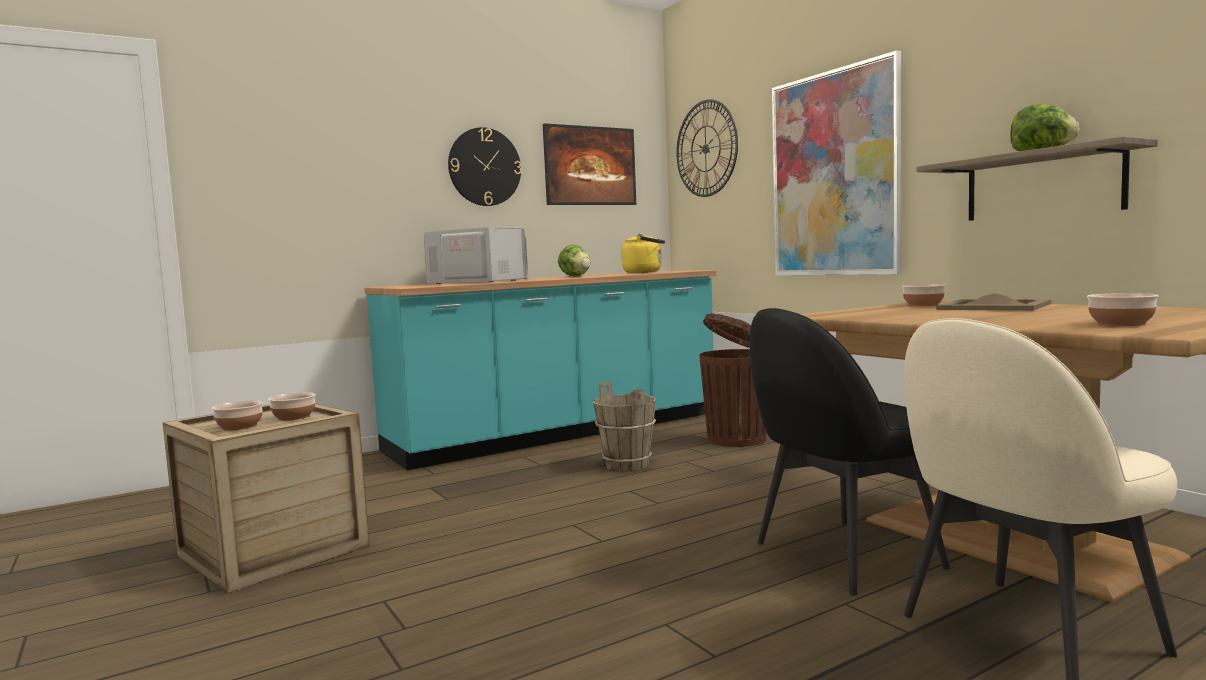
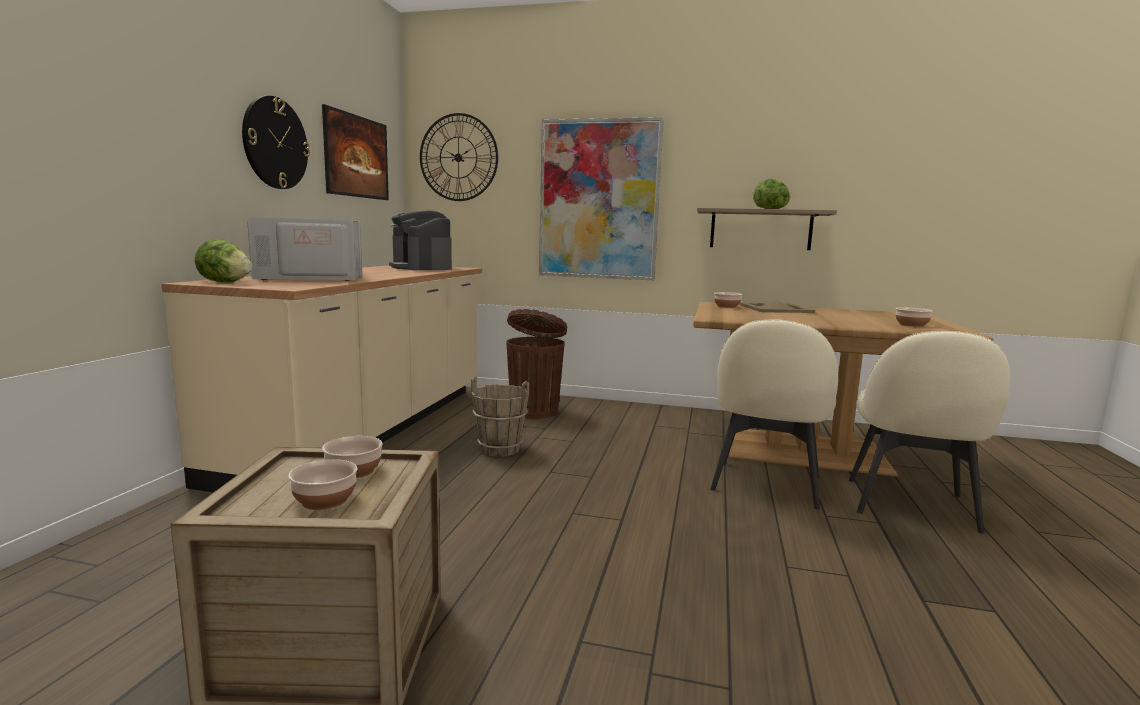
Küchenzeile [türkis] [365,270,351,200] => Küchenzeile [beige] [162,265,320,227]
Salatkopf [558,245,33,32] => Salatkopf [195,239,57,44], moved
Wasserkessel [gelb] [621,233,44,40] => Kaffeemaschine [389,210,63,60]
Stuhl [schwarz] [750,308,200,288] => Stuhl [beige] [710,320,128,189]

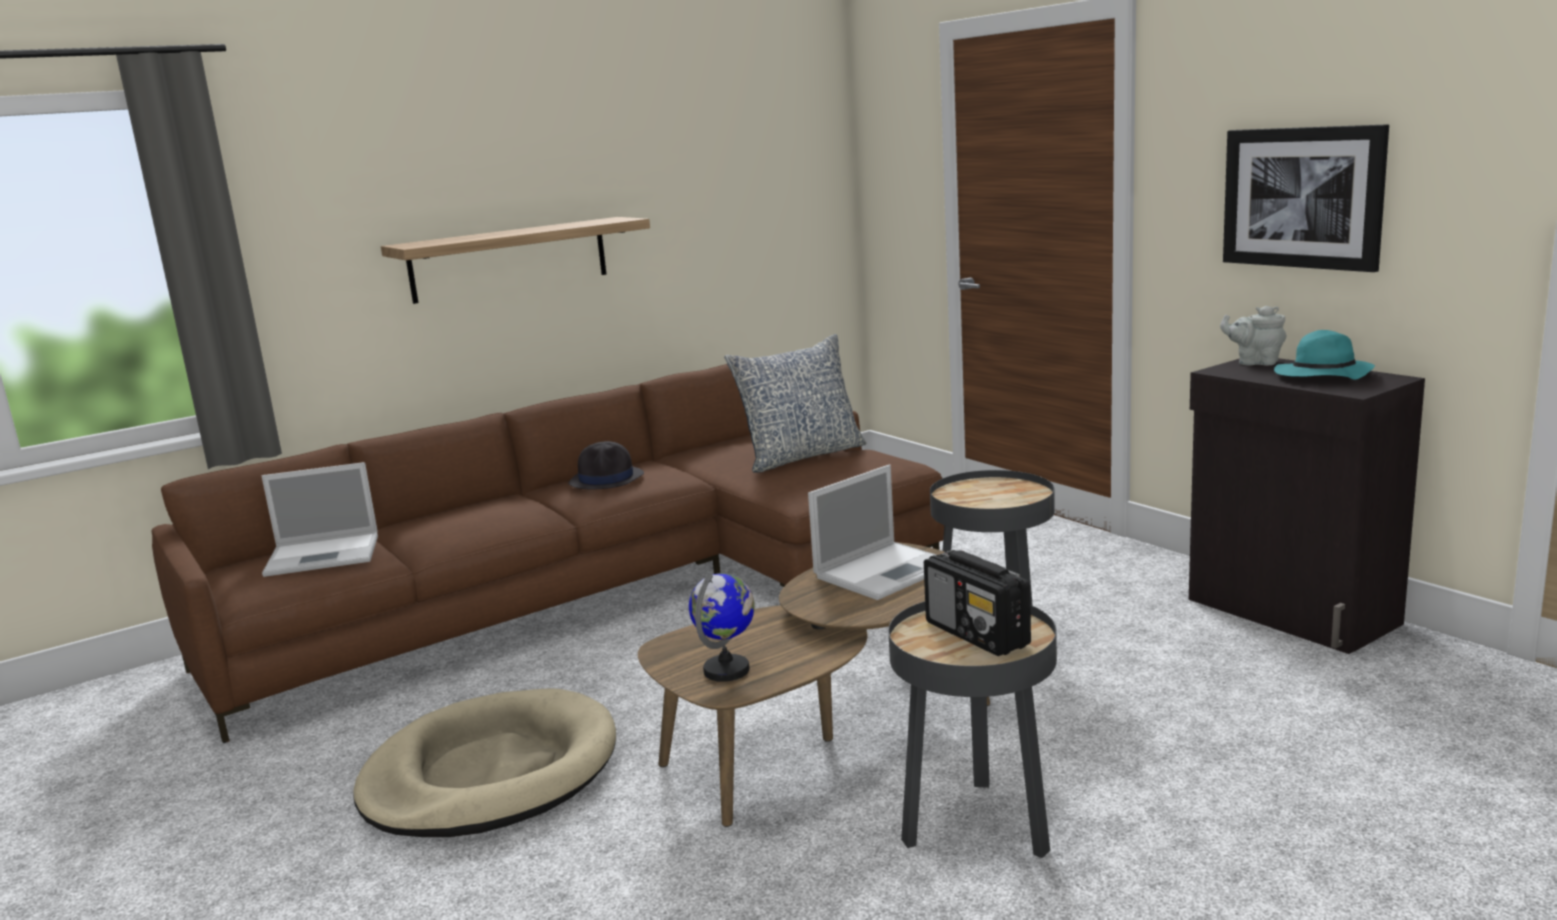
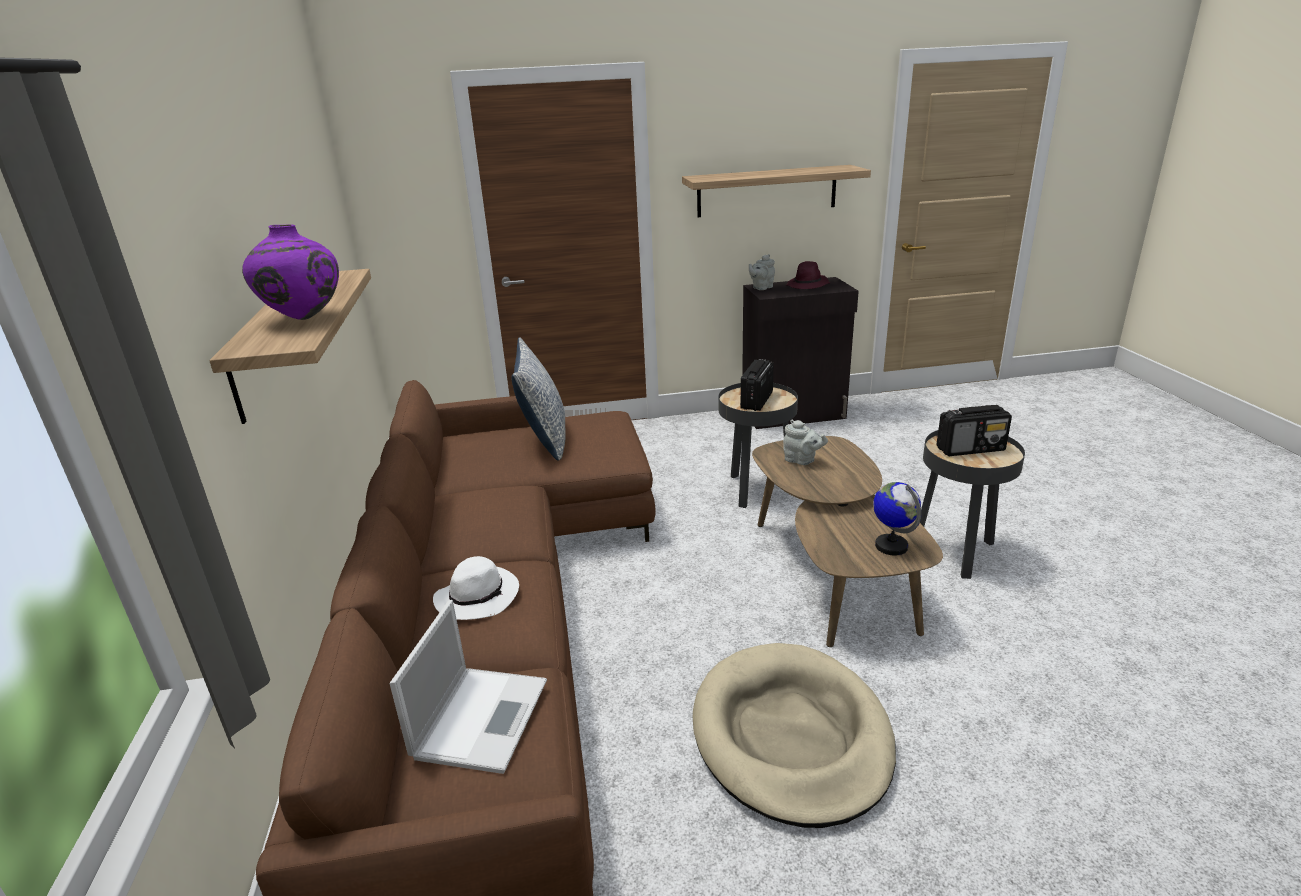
nothing => Vase [lila] [242,224,97,96]
nothing => Hut [weiß] [433,556,86,64]
Bild [1223,124,166,148] => Wandregal [682,165,189,52]
nothing => Radio [740,359,34,52]
Laptop [808,465,128,135] => Teekanne [grau] [783,420,45,45]
Hut [türkis] [1274,330,101,50] => Hut [lila] [786,261,44,28]
Hut [schwarz] [568,441,76,48] => nothing

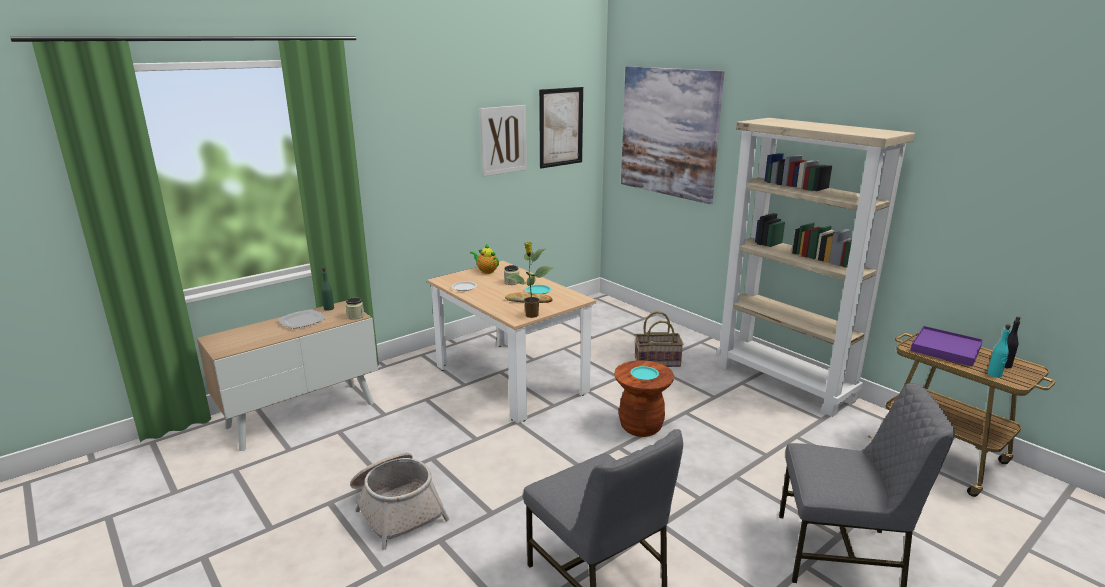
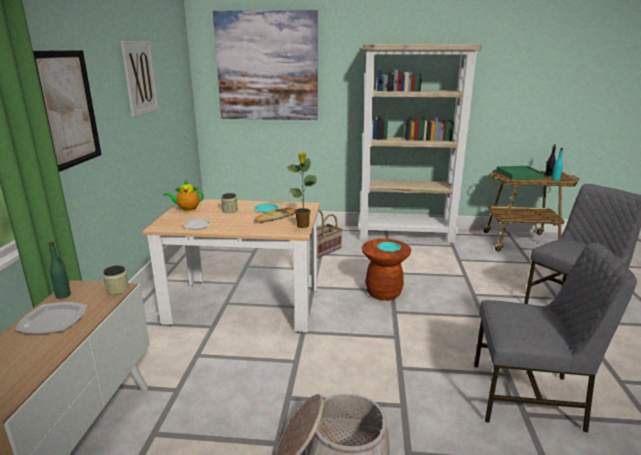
Bild [539,87,44,81] => Bild [33,50,69,122], moved
Tablett [lila] [910,326,73,41] => Tablett [grün] [496,166,49,14]

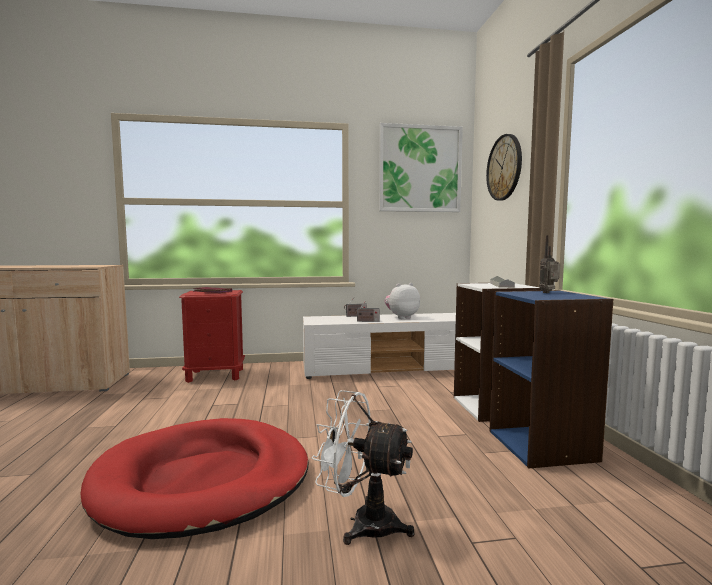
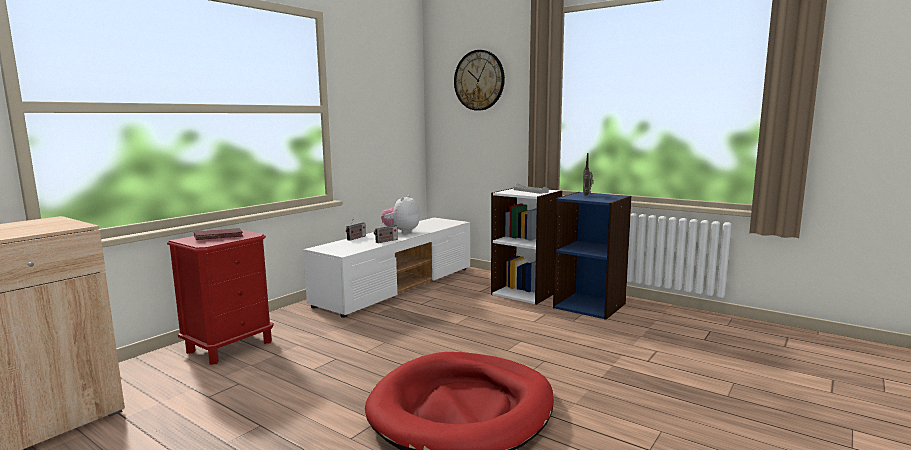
Ventilator [weiß] [312,390,102,155] => nothing
Bild [379,123,84,89] => nothing

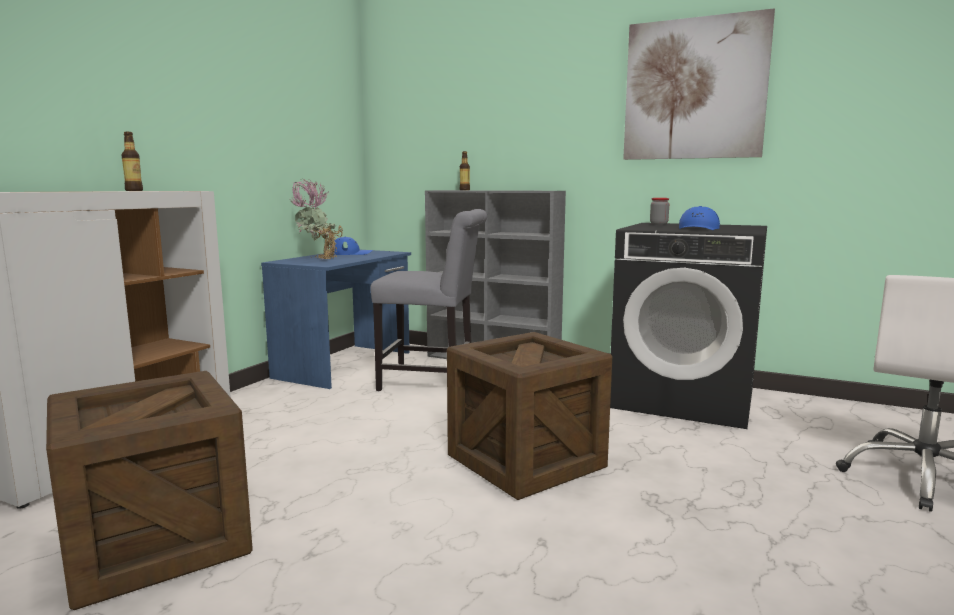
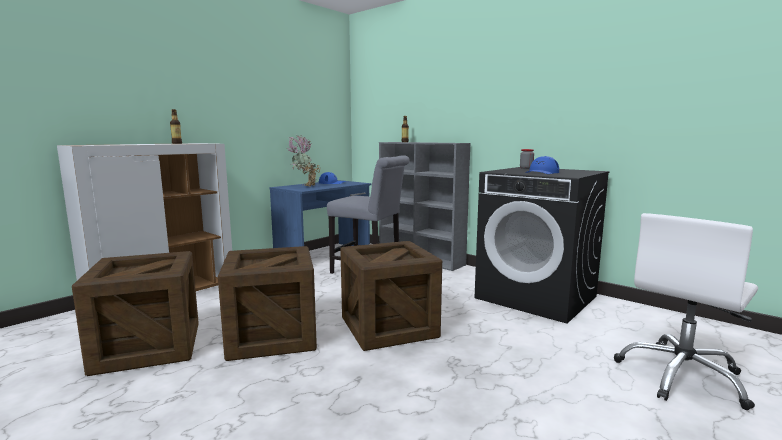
nothing => Kiste [218,246,99,115]
Bild [623,8,152,152] => nothing

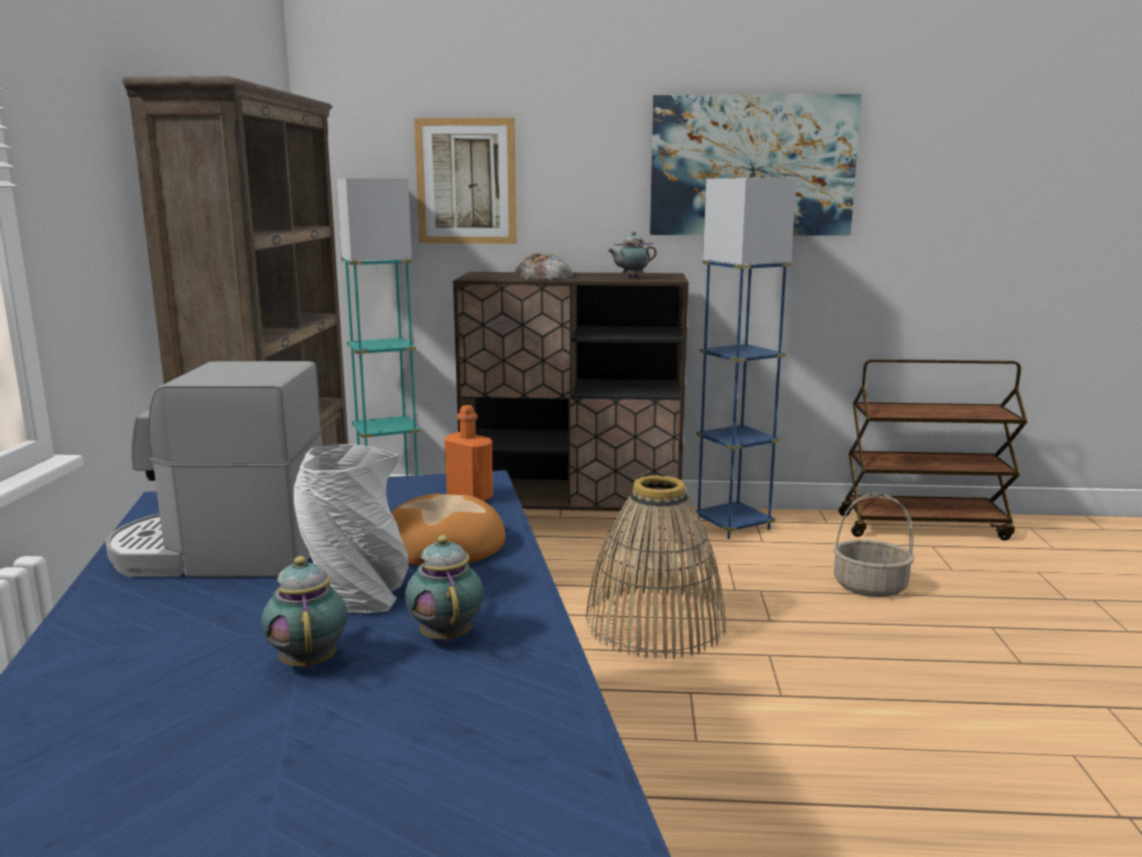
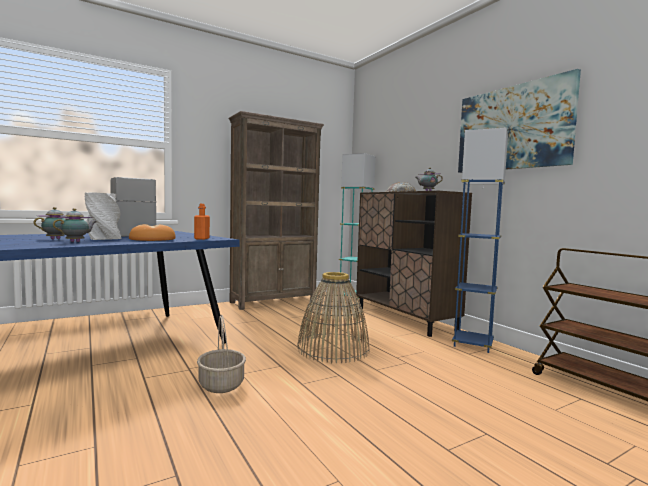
Korb [833,493,81,104] => Korb [197,315,49,78], moved
Bild [414,118,103,126] => nothing

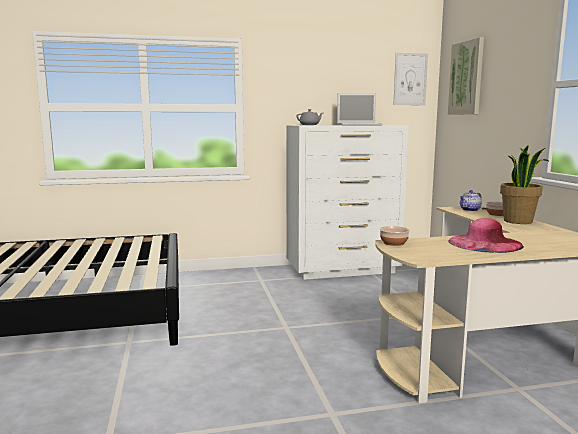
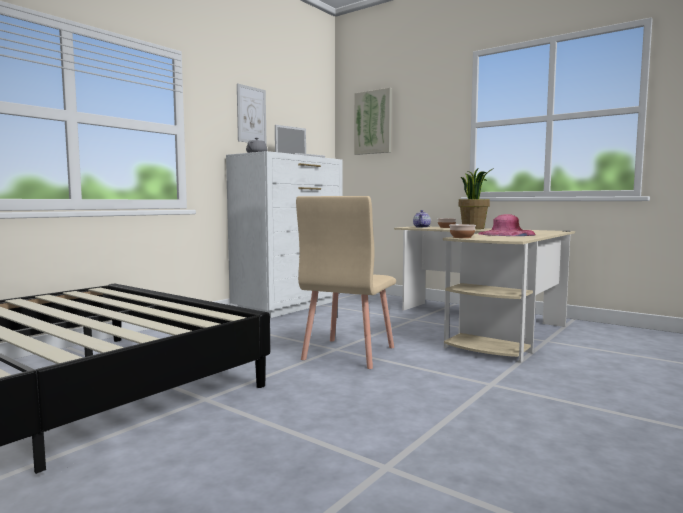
Bild [394,53,34,52] => Bild [237,83,30,62], moved
nothing => Stuhl [beige] [296,196,100,173]

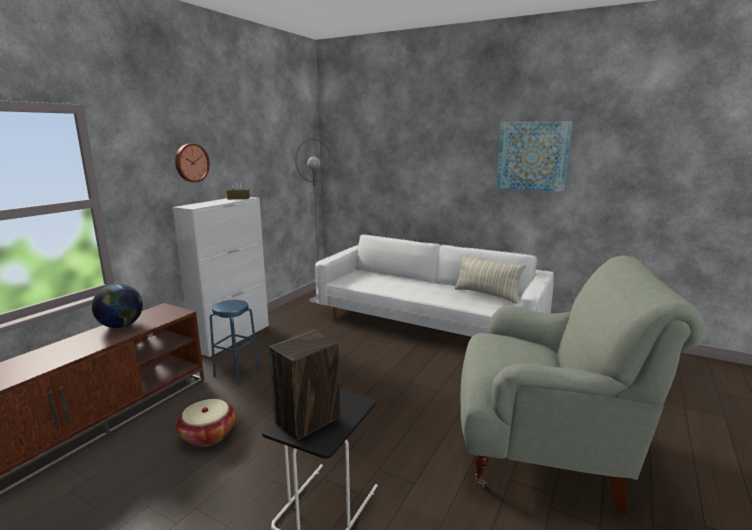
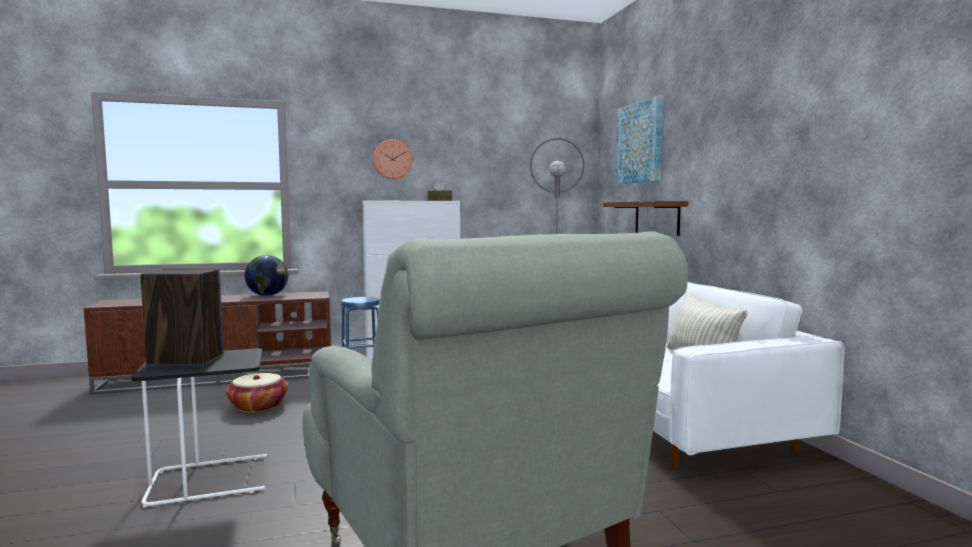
nothing => Wandregal [braun] [603,201,86,35]
Bild [496,121,76,71] => Bild [615,95,49,89], moved

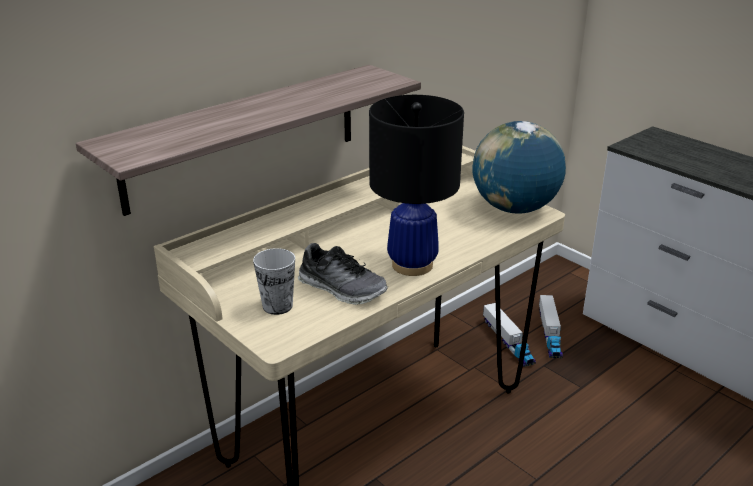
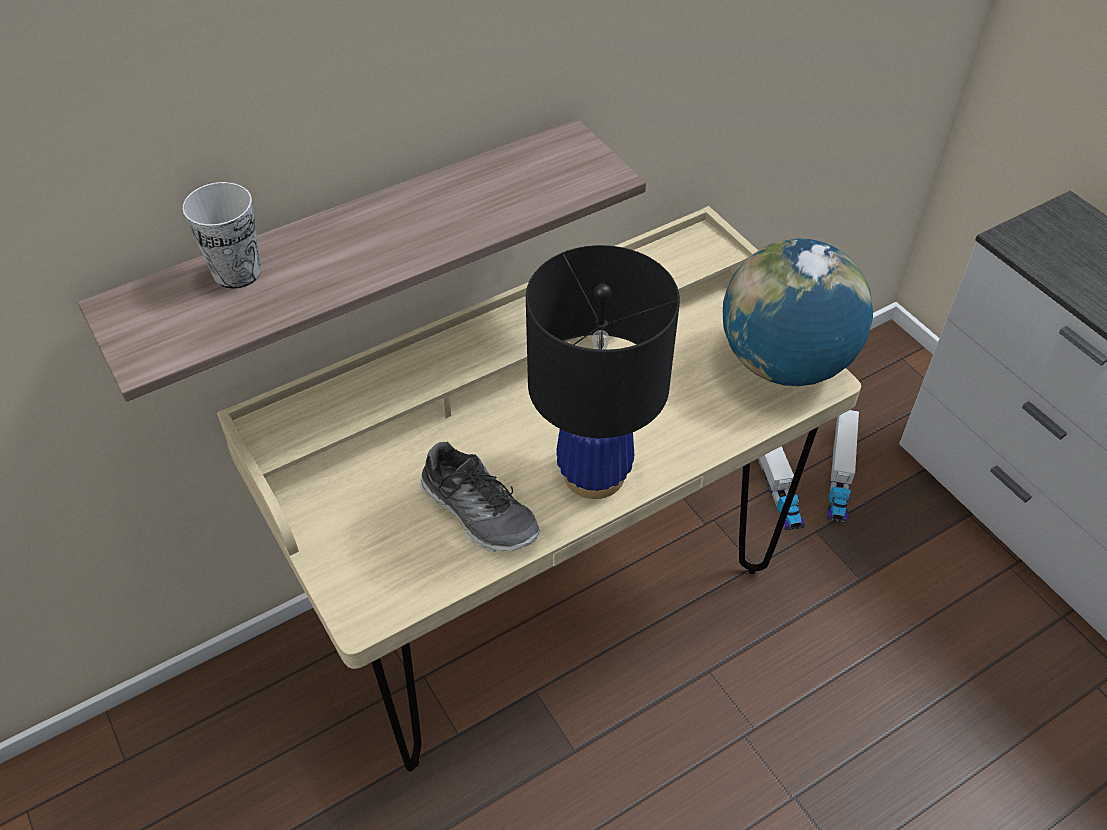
Tasse [253,248,42,67] => Tasse [182,182,79,107], moved

